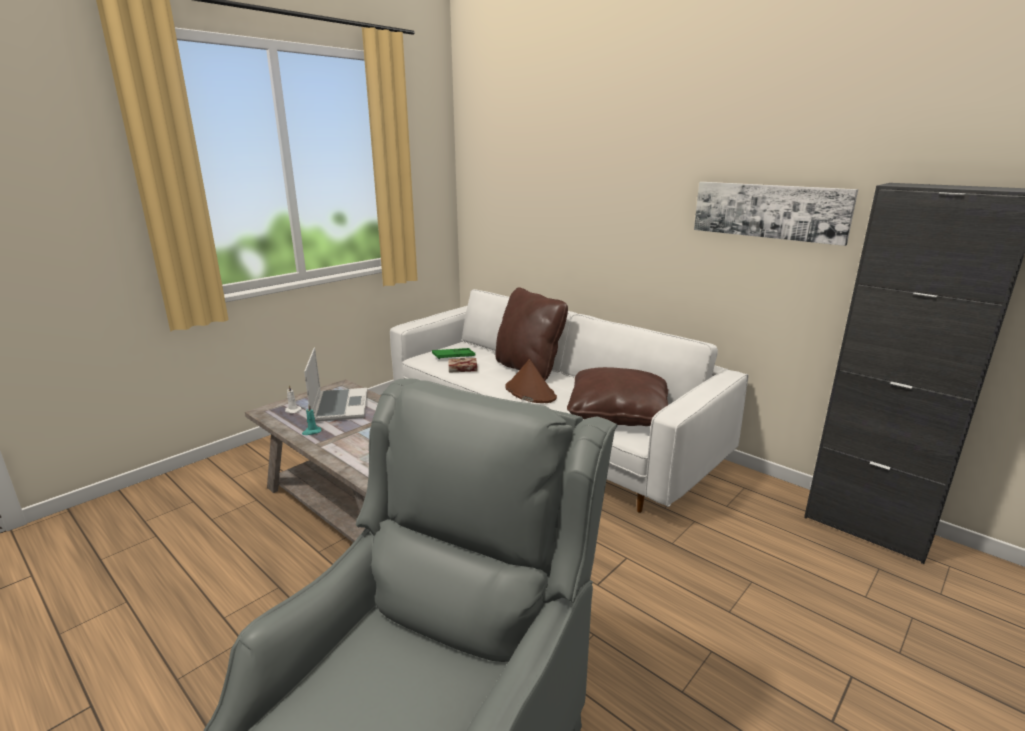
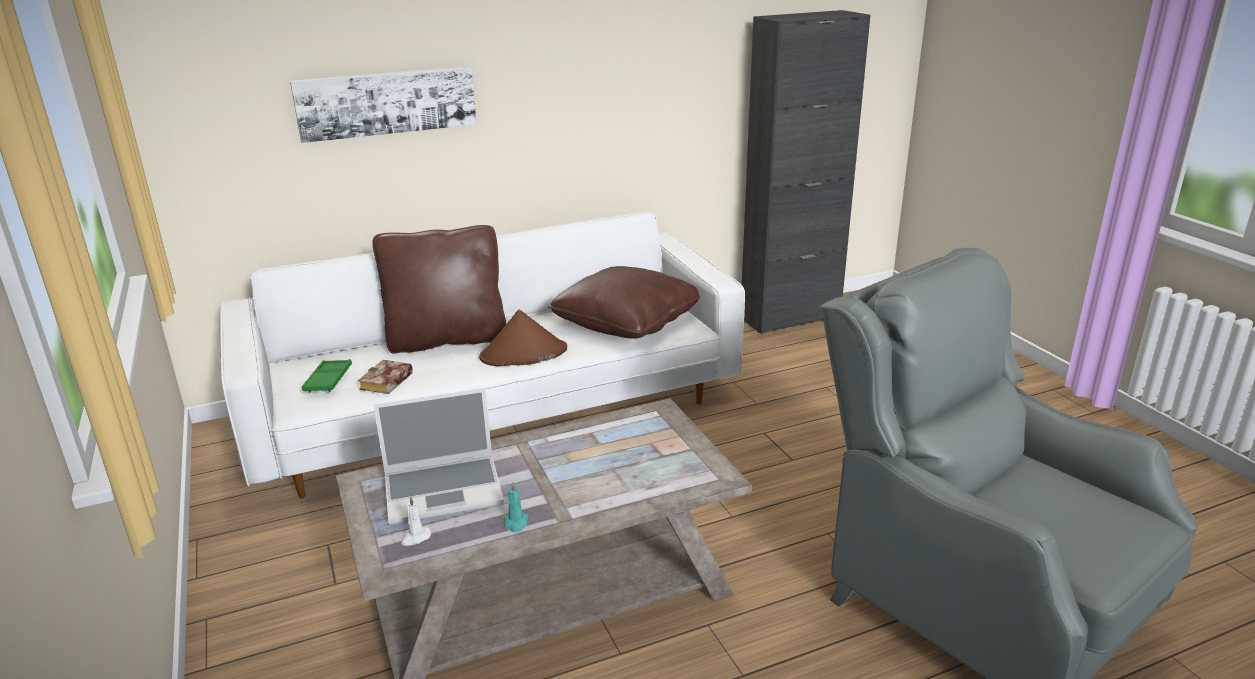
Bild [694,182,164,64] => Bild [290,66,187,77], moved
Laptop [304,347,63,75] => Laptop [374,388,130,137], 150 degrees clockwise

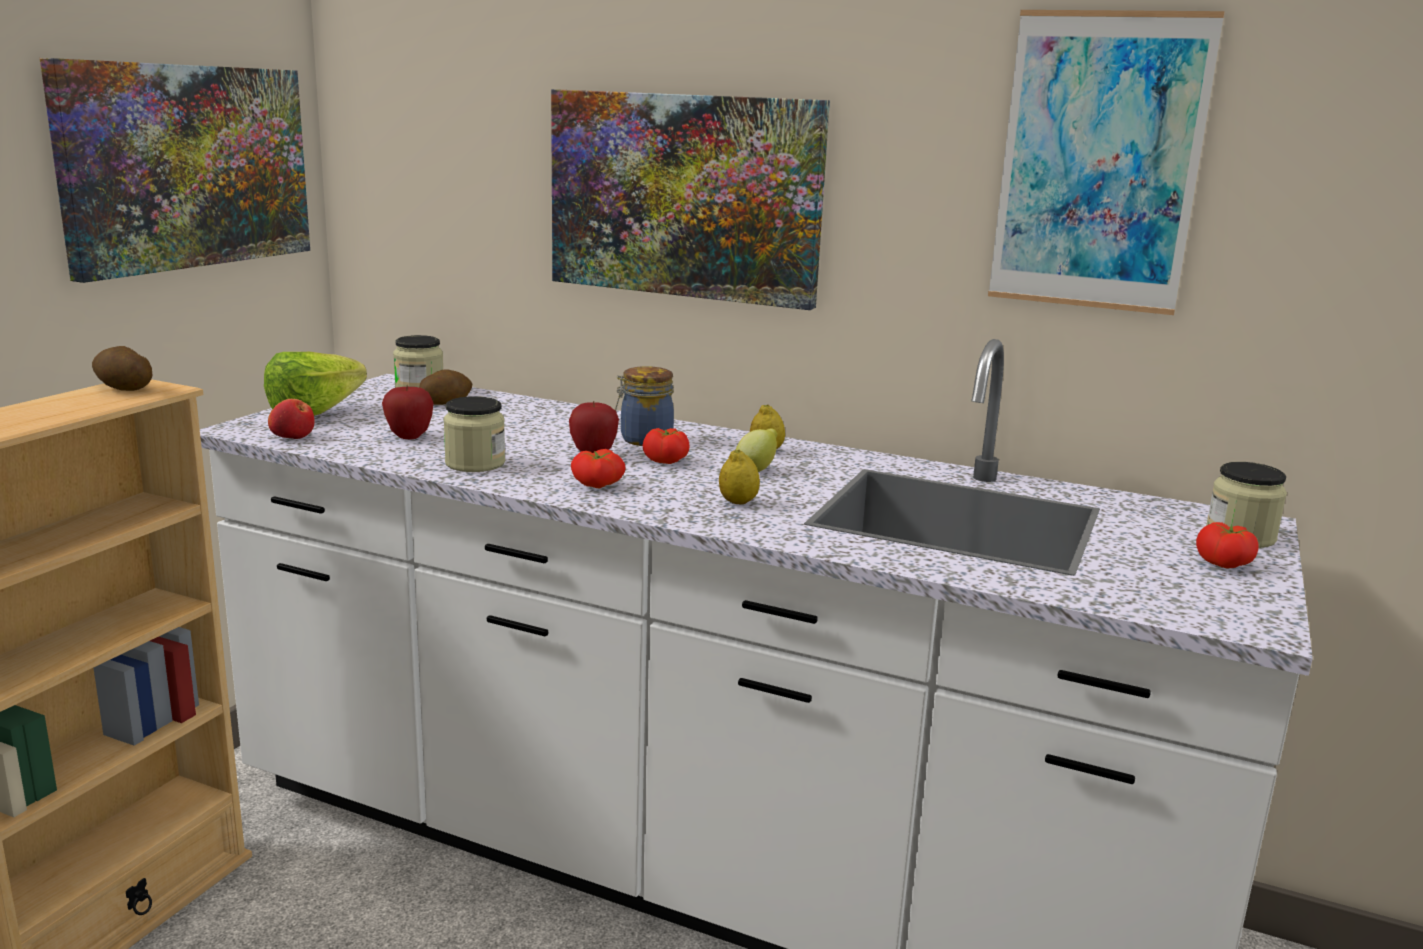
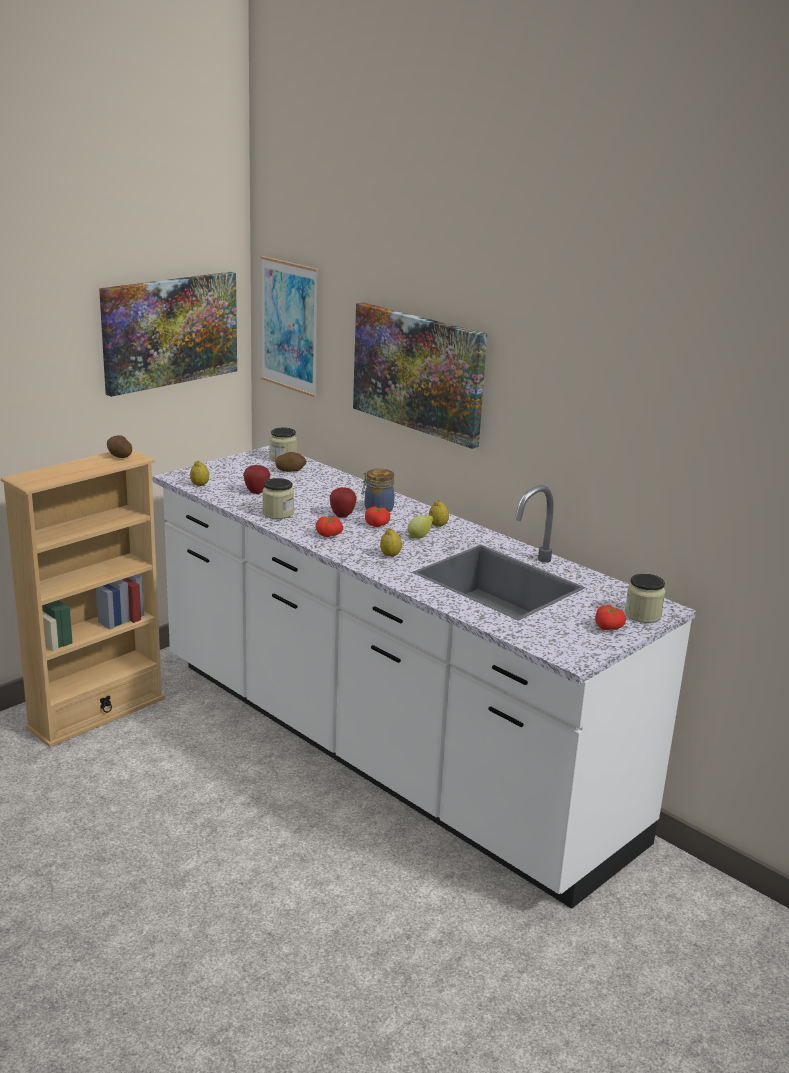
Apfel [268,399,47,40] => Zitrone [190,461,19,25]
Bild [988,10,237,305] => Bild [261,256,58,141], moved
Salatkopf [264,352,103,64] => nothing

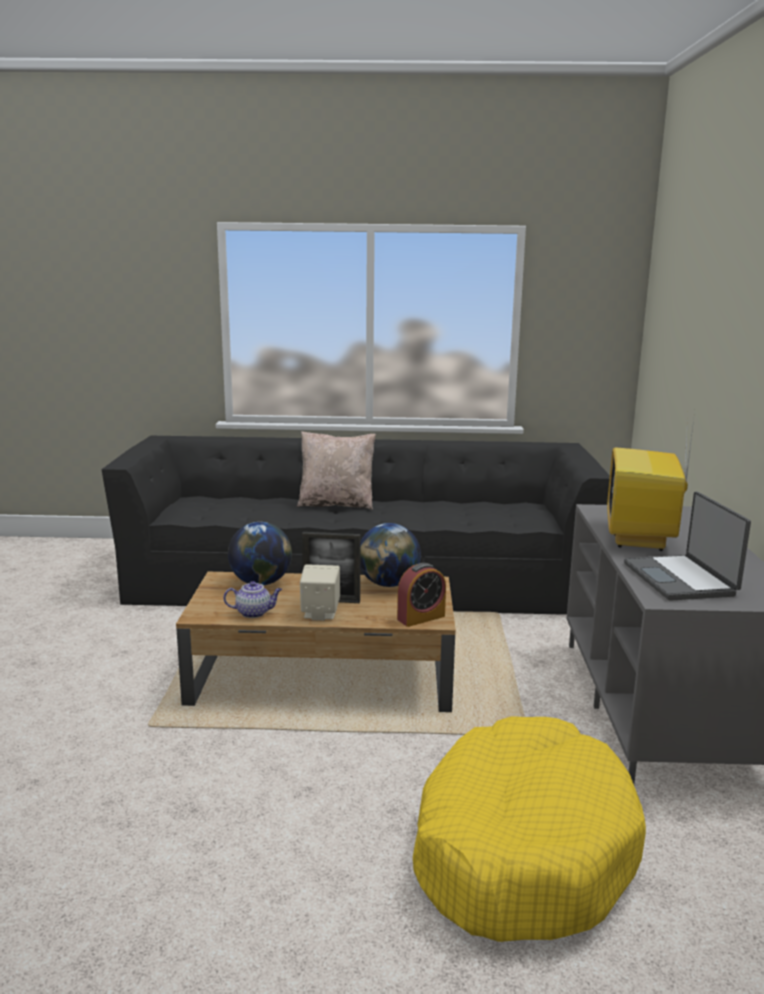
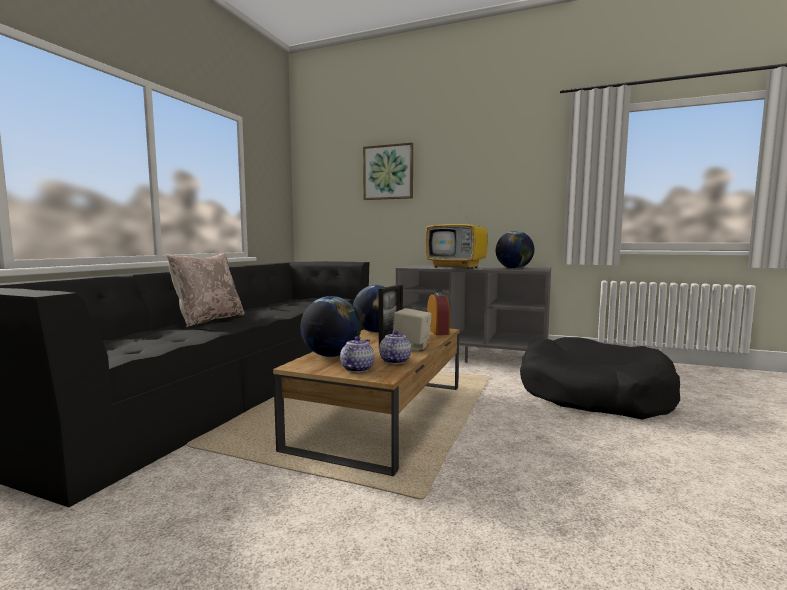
nothing => Teekanne [340,336,34,36]
nothing => Bild [363,142,50,58]
Laptop [624,492,127,109] => Globus [496,231,38,38]
Hundebett [gelb] [413,716,233,226] => Hundebett [schwarz] [520,337,160,82]

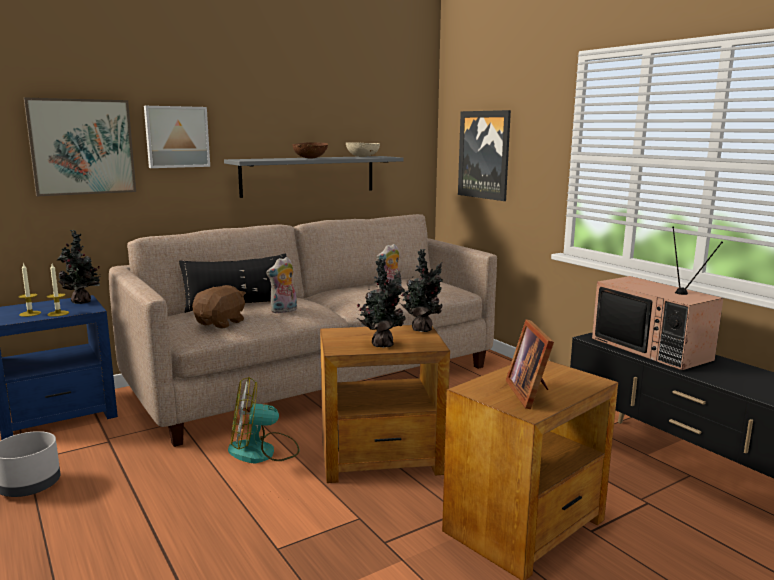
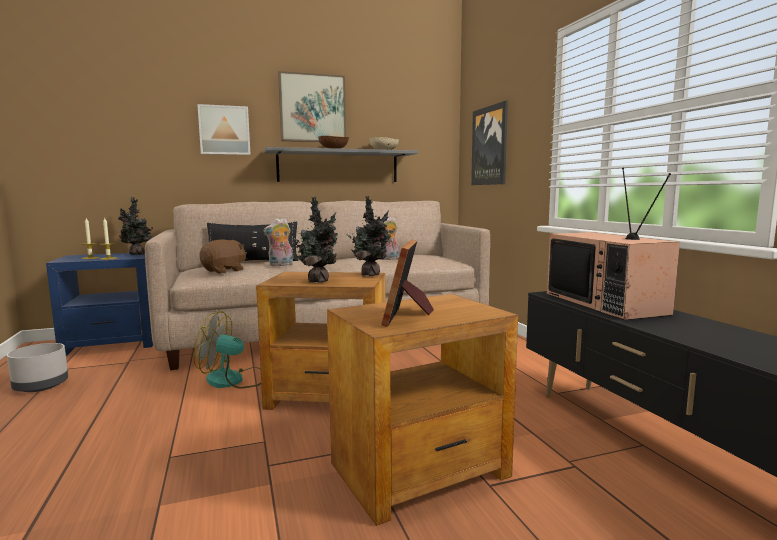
Bild [24,97,112,99] => Bild [278,71,68,71], moved

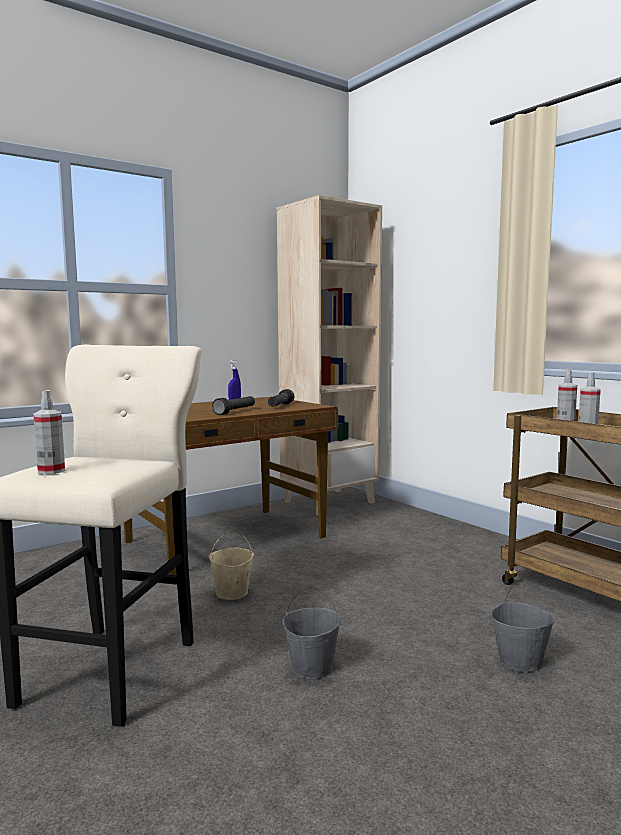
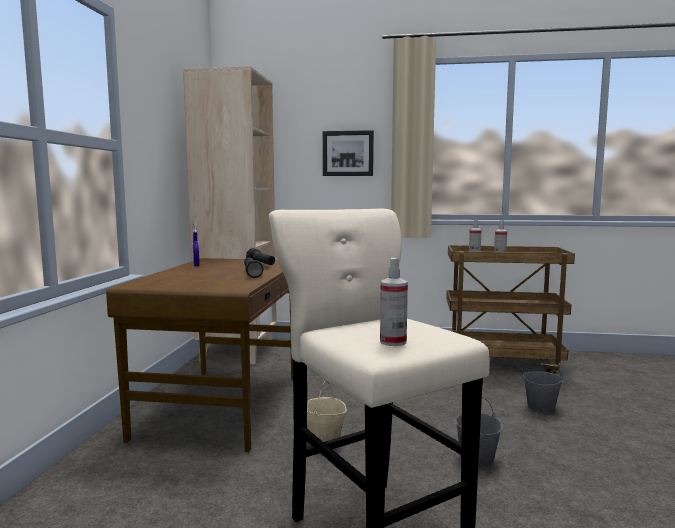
nothing => Bild [323,130,51,46]

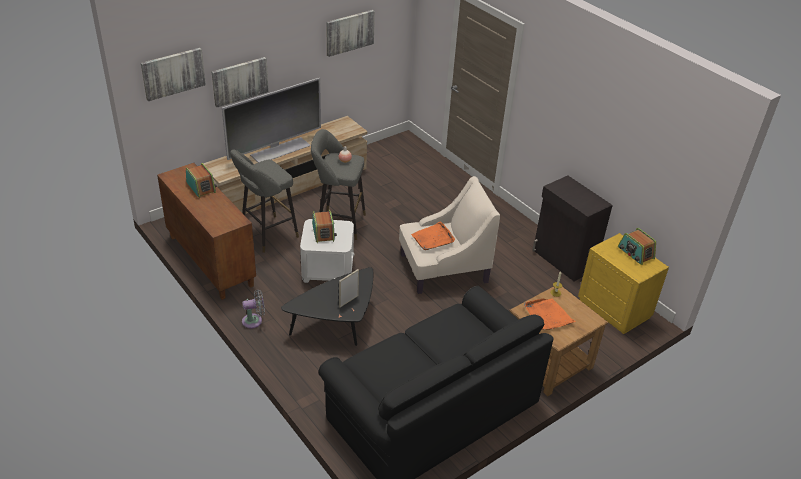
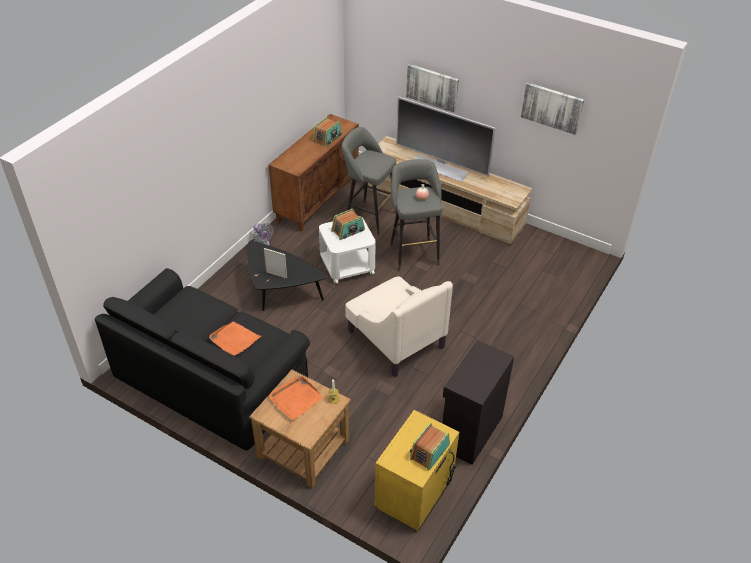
Tablett [orange] [411,221,44,29] => Tablett [orange] [209,321,52,34], moved
Bild [141,48,65,53] => nothing

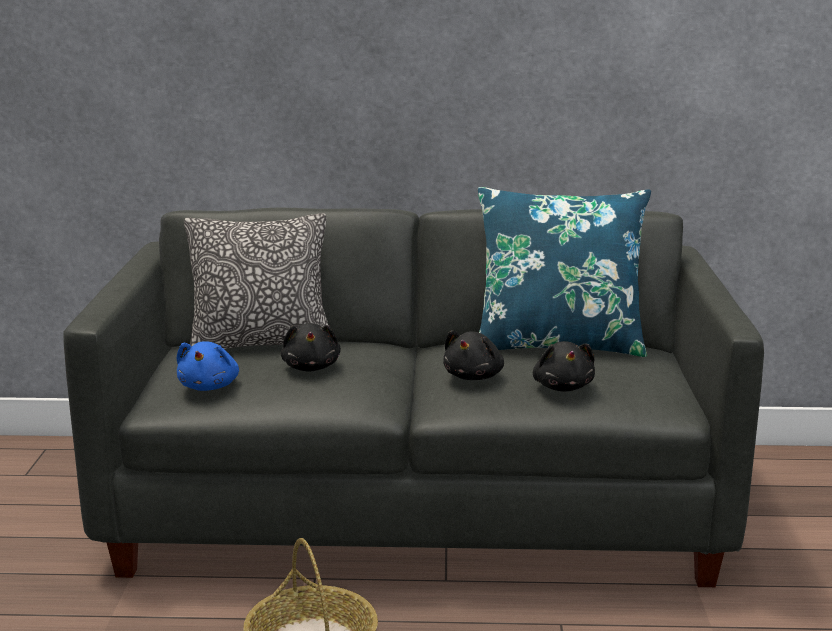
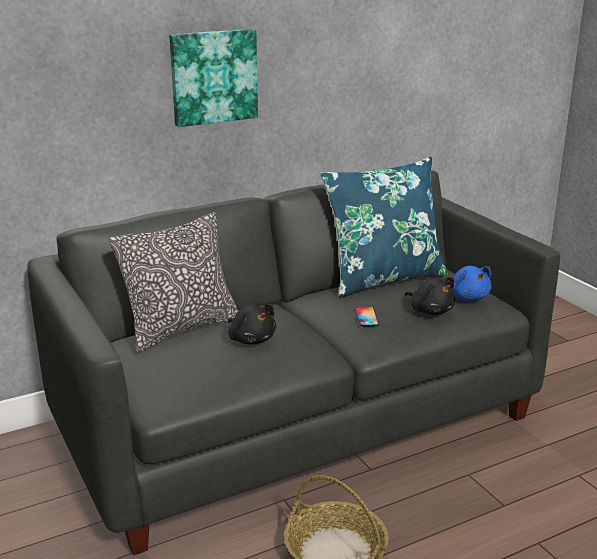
nothing => Bild [169,29,89,98]
Plüschtier [schwarz] [443,330,61,50] => Handy [355,307,24,19]
Plüschtier [blau] [177,341,62,50] => Plüschtier [blau] [453,266,39,35], moved

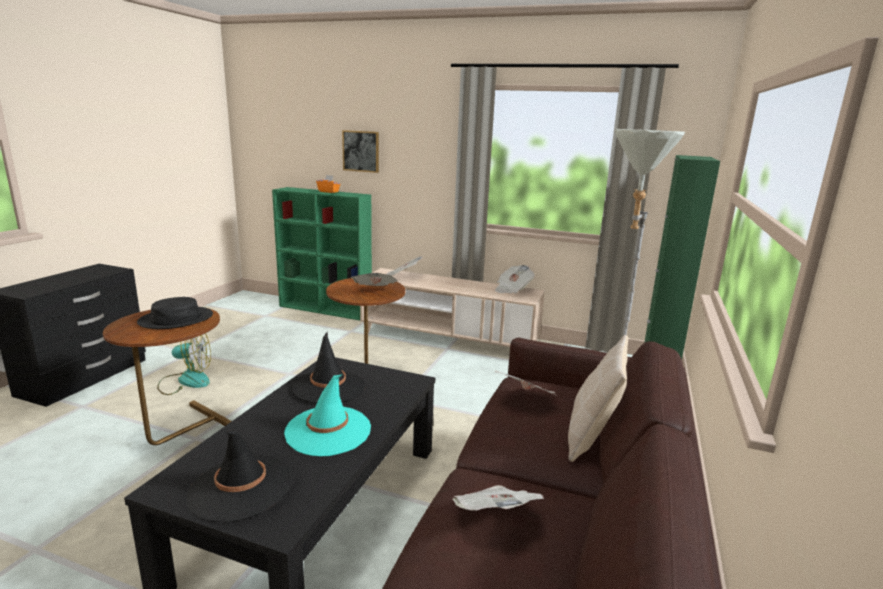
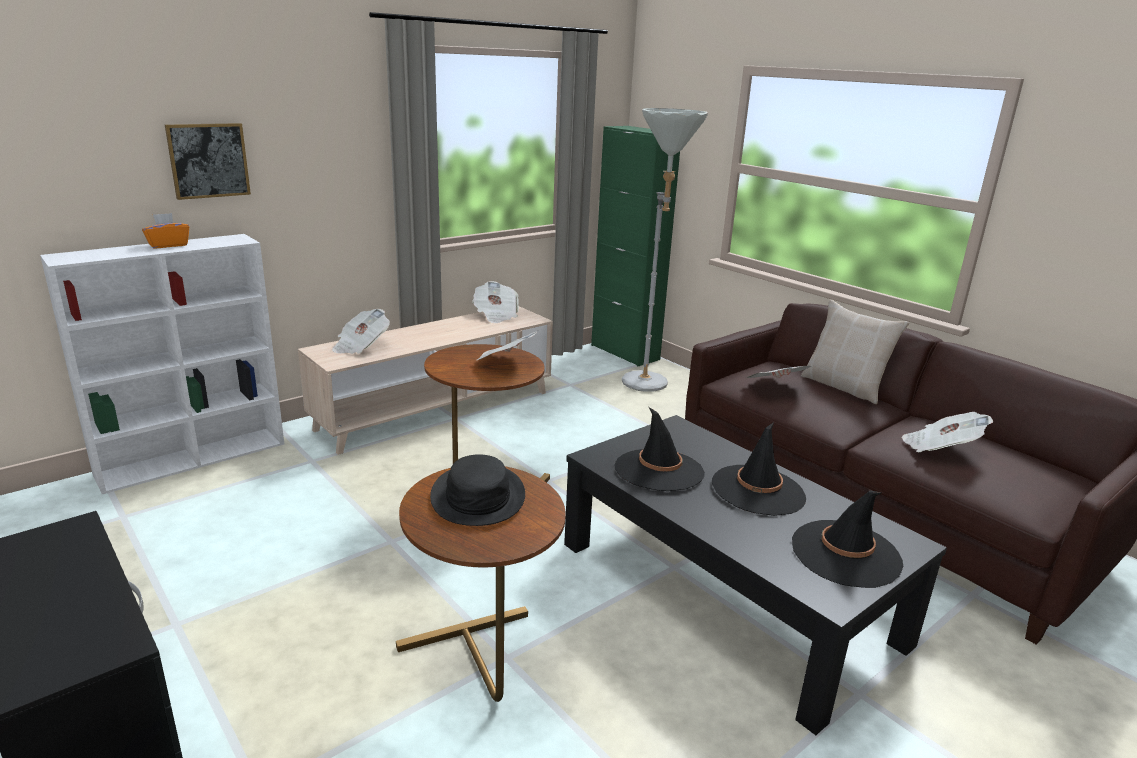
Bücherregal [grün] [272,187,100,133] => Bücherregal [weiß] [40,234,244,260]
Hut [türkis] [284,374,87,82] => Hut [schwarz] [712,422,94,94]
Ventilator [157,333,54,62] => nothing

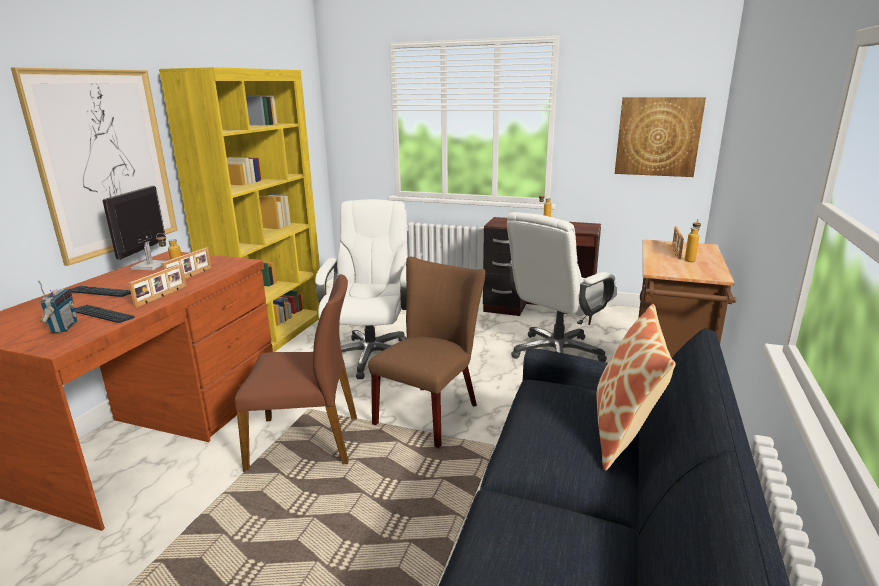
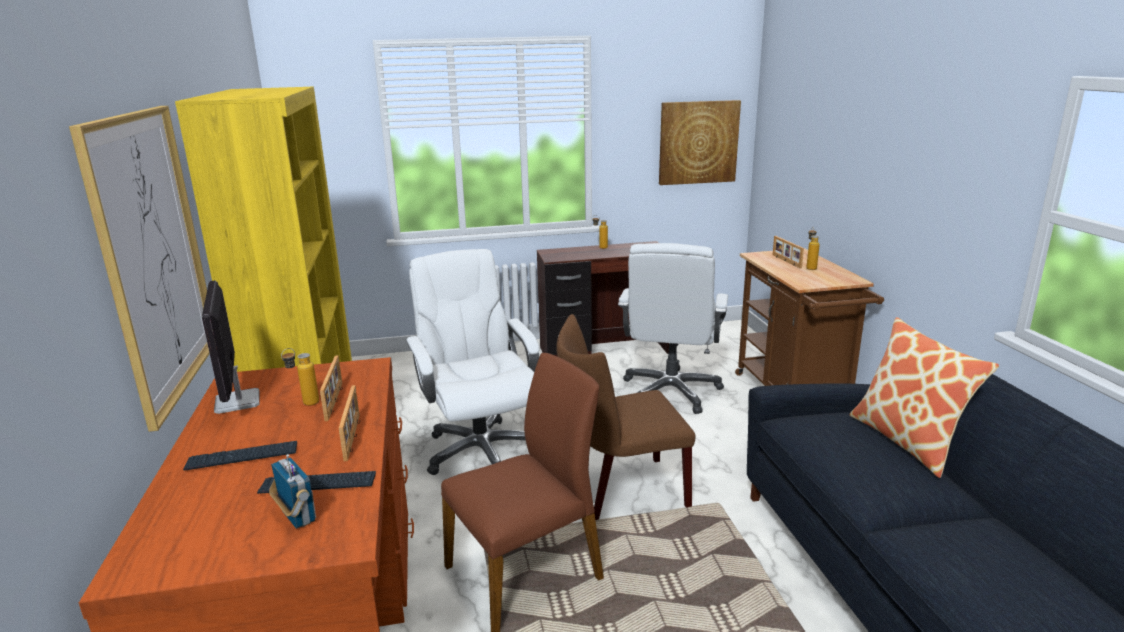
Stuhl [braun] [368,256,117,192] => Stuhl [braun] [556,314,140,206], 105 degrees counterclockwise

